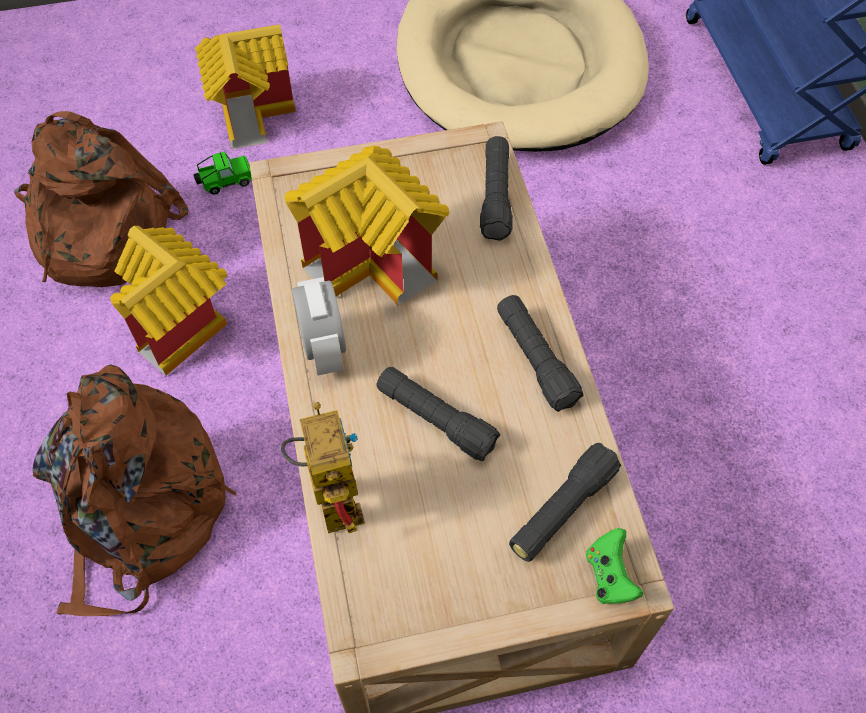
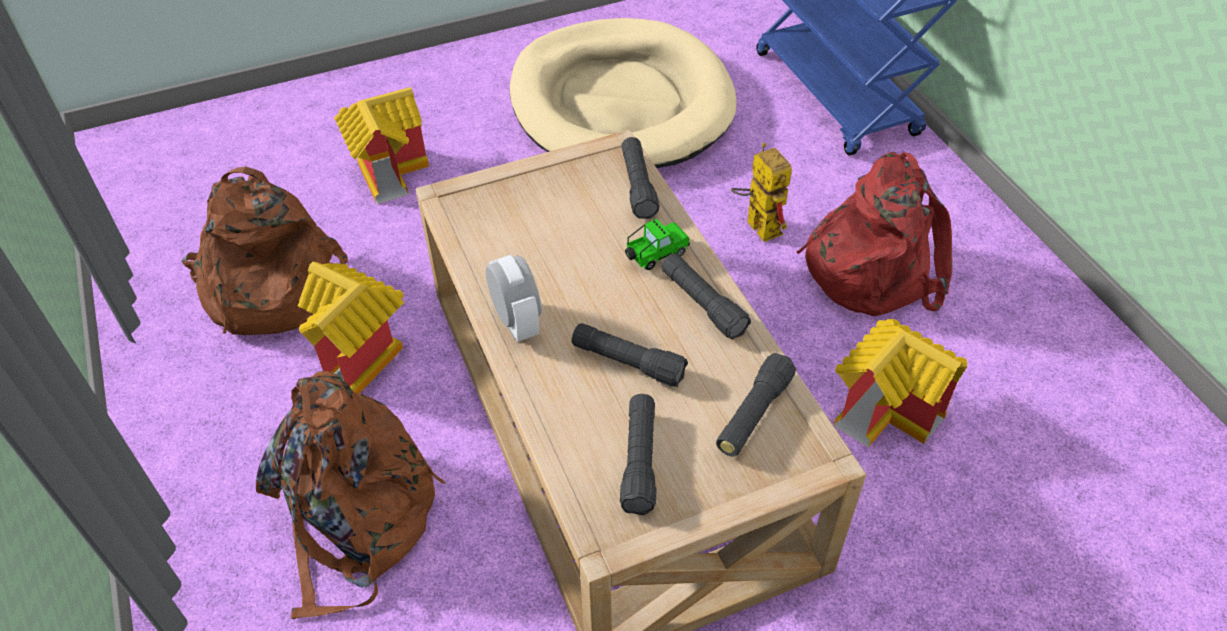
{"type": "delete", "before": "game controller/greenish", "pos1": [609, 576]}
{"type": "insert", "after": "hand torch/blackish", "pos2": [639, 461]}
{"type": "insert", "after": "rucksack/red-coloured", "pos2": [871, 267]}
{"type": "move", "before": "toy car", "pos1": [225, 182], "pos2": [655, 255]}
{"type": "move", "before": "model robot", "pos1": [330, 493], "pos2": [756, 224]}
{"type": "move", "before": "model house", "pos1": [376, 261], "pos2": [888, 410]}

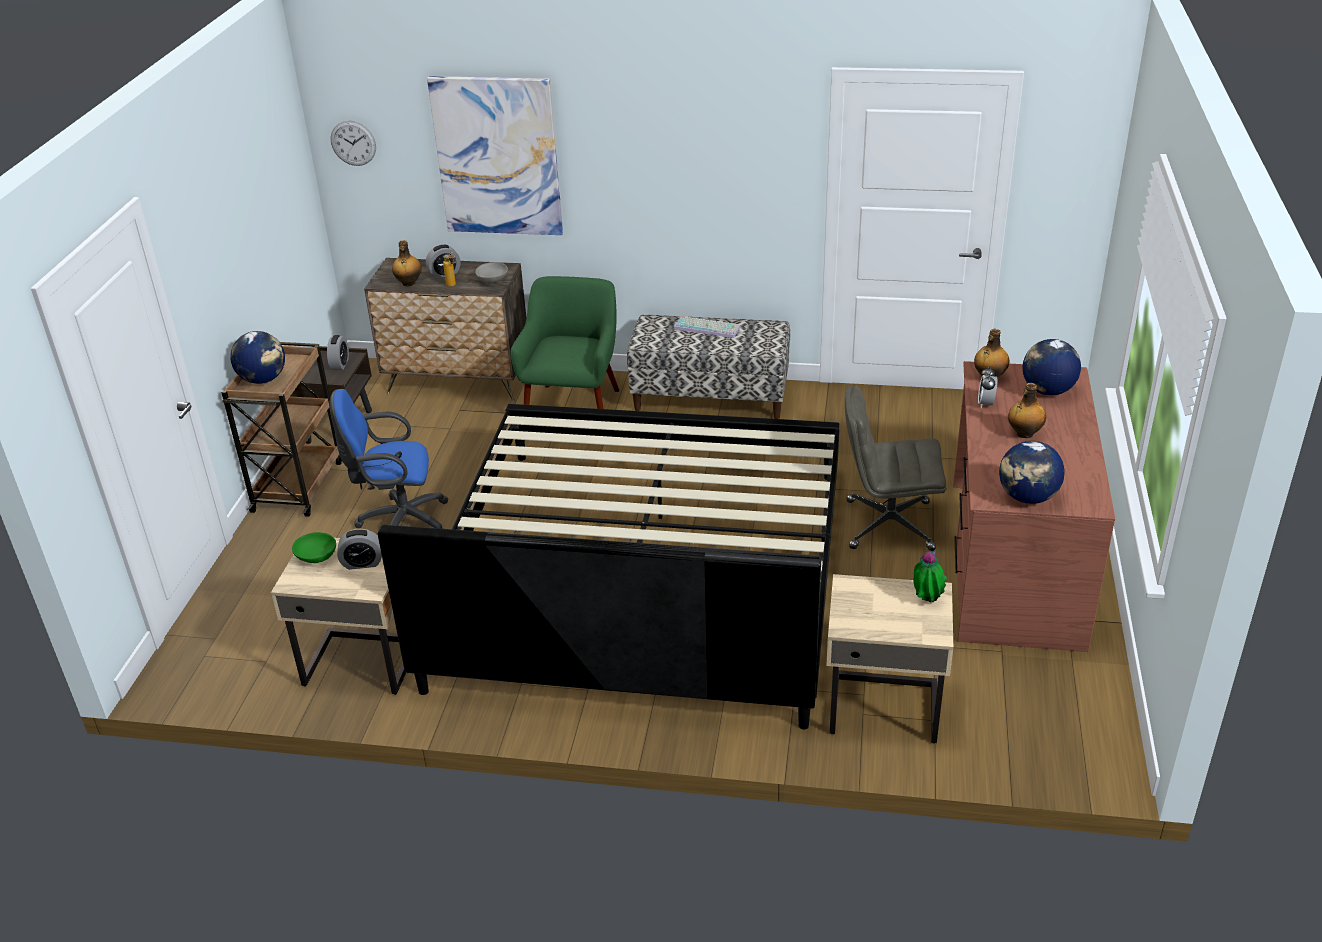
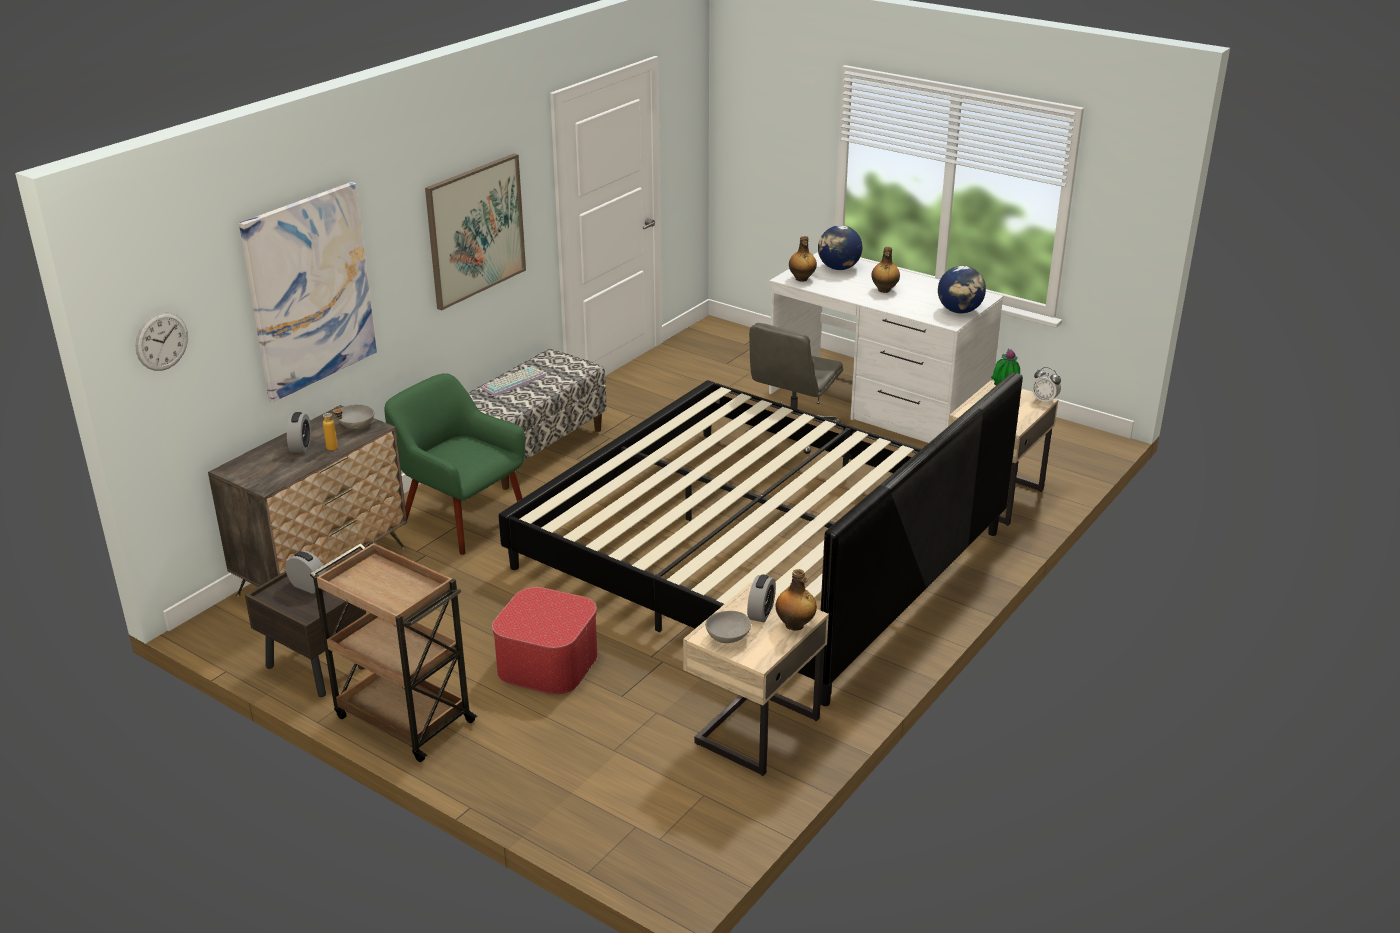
{"type": "delete", "before": "globe", "pos1": [263, 379]}
{"type": "insert", "after": "wall art", "pos2": [475, 230]}
{"type": "move", "before": "bottle", "pos1": [408, 283], "pos2": [795, 625]}
{"type": "move", "before": "table clock", "pos1": [985, 404], "pos2": [1044, 400]}
{"type": "replace", "before": "desk chair/bluish", "after": "ottoman", "pos1": [399, 522], "pos2": [547, 663]}
{"type": "recolor", "before": "deep dish/greenish", "after": "deep dish/greyish", "pos1": [317, 557], "pos2": [727, 637]}
{"type": "recolor", "before": "desk table/brownish", "after": "desk table/white", "pos1": [1013, 562], "pos2": [878, 403]}

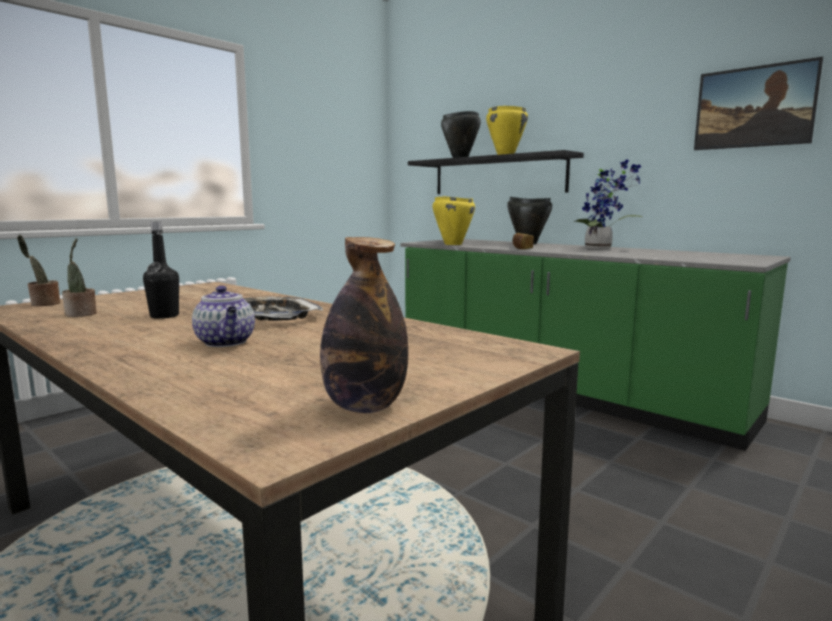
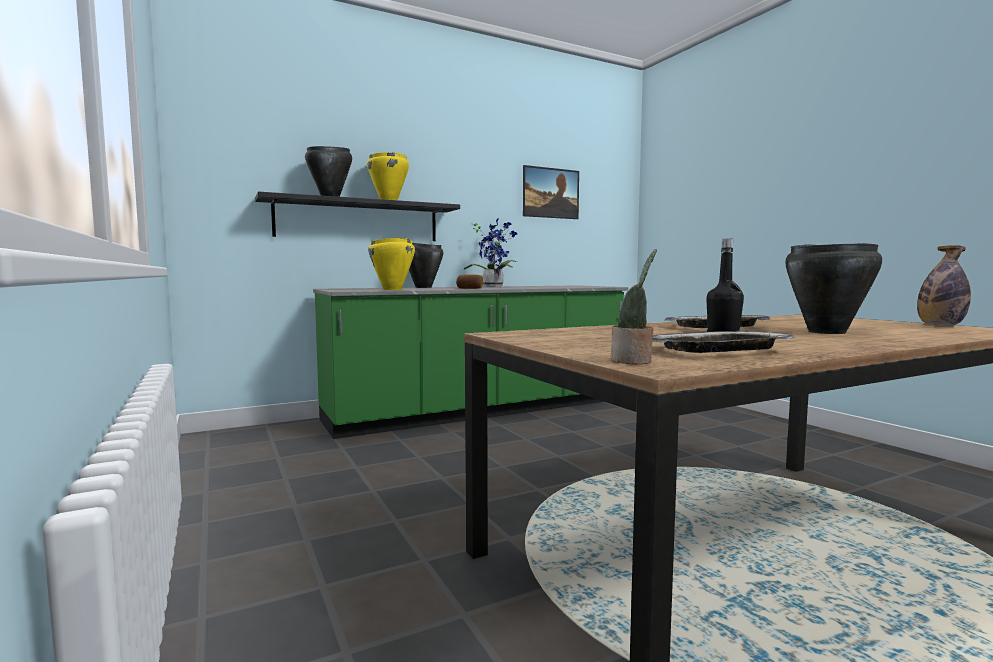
{"type": "replace", "before": "houseplant", "after": "carrying tray", "pos1": [81, 314], "pos2": [718, 350]}
{"type": "replace", "before": "teapot", "after": "stockpot/blackish", "pos1": [226, 342], "pos2": [827, 332]}

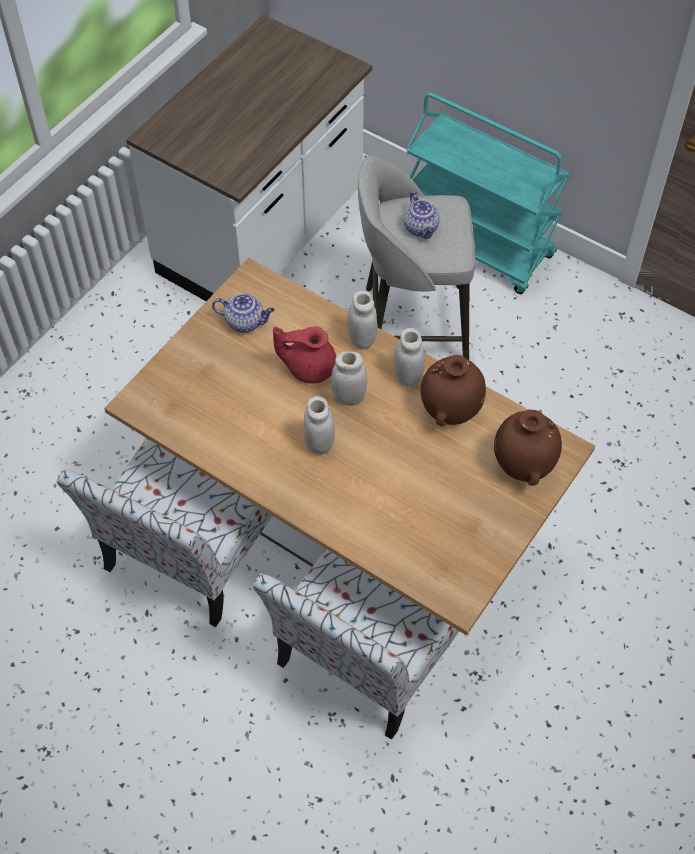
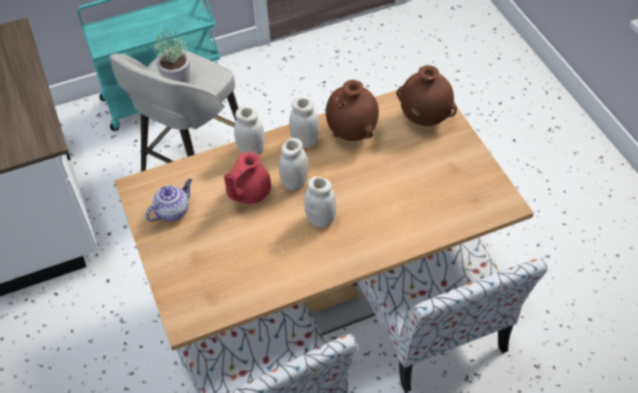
{"type": "replace", "before": "teapot", "after": "houseplant", "pos1": [421, 228], "pos2": [177, 78]}

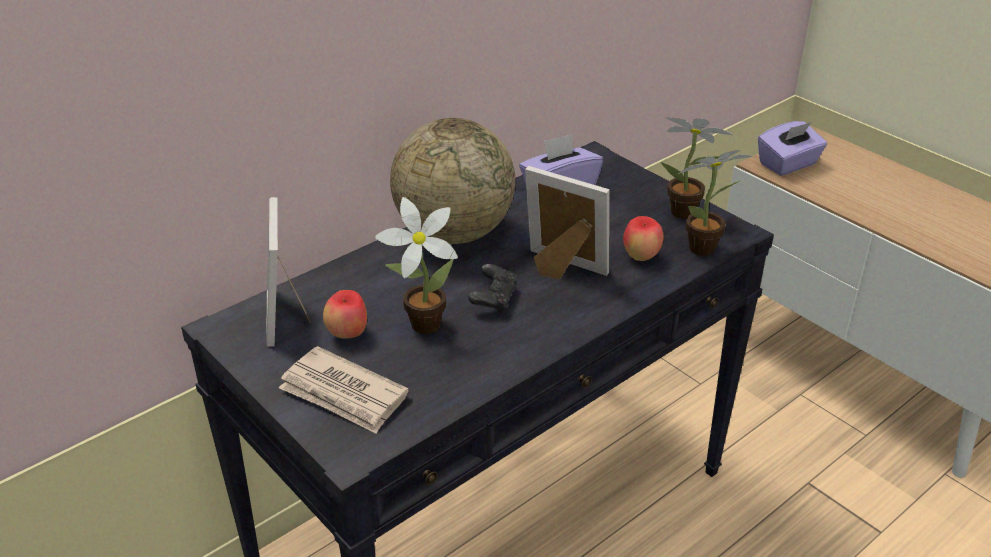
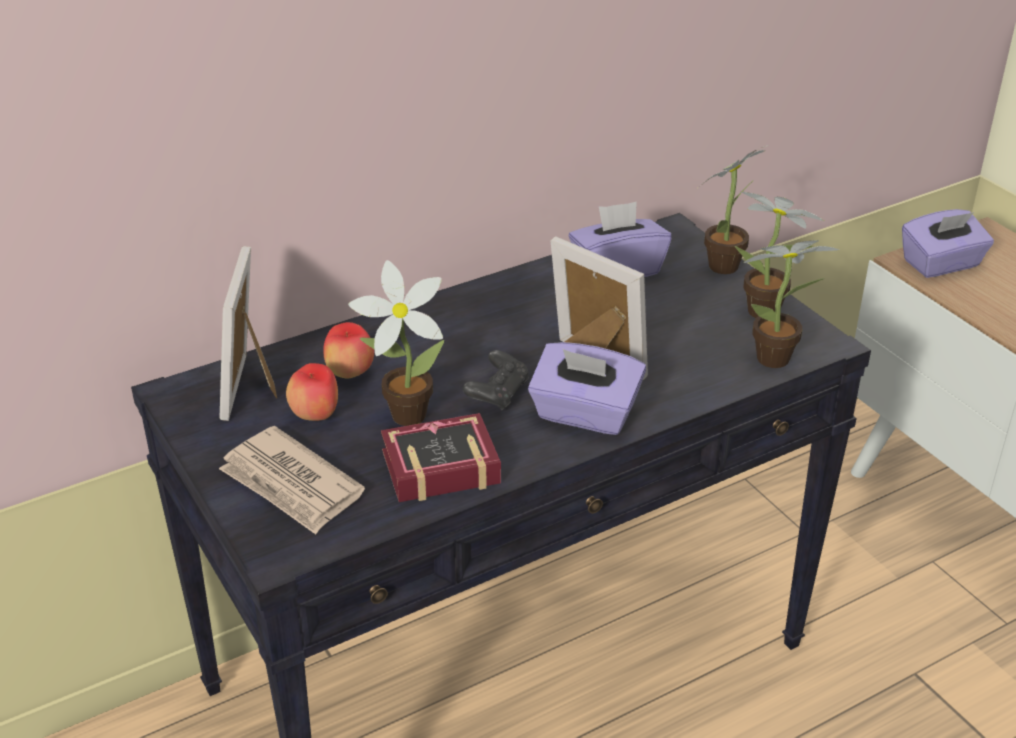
{"type": "delete", "before": "globe", "pos1": [454, 232]}
{"type": "insert", "after": "bound book", "pos2": [435, 466]}
{"type": "insert", "after": "tissue box/purple", "pos2": [585, 414]}
{"type": "insert", "after": "houseplant", "pos2": [728, 265]}
{"type": "move", "before": "whole apple", "pos1": [641, 257], "pos2": [350, 373]}

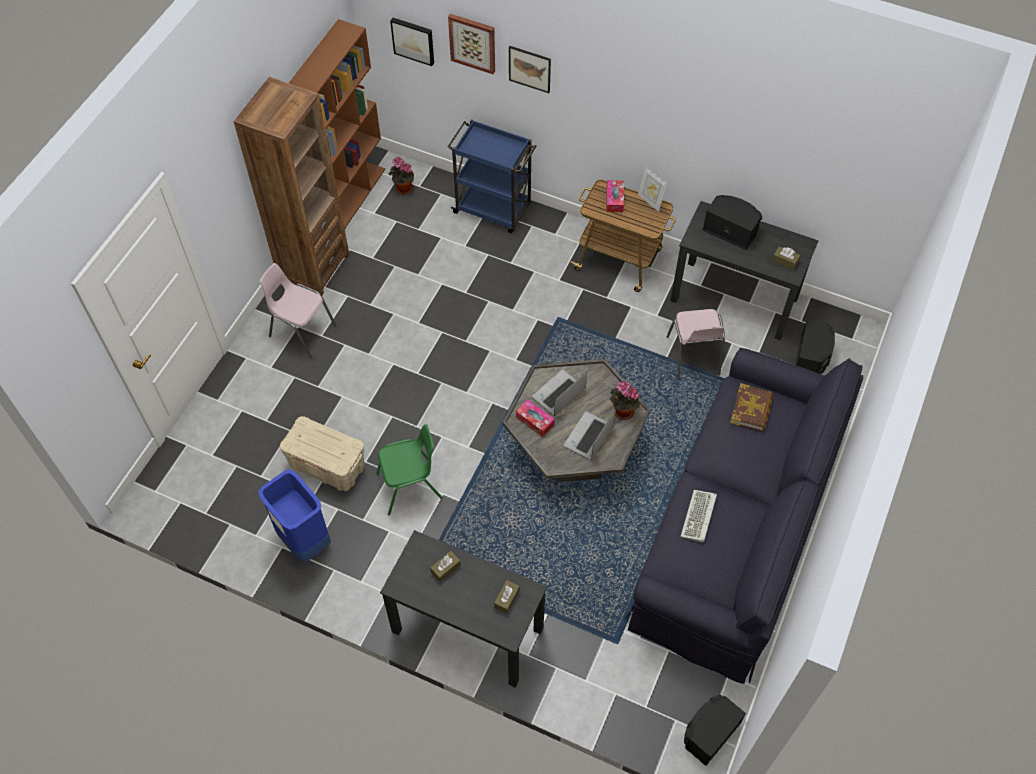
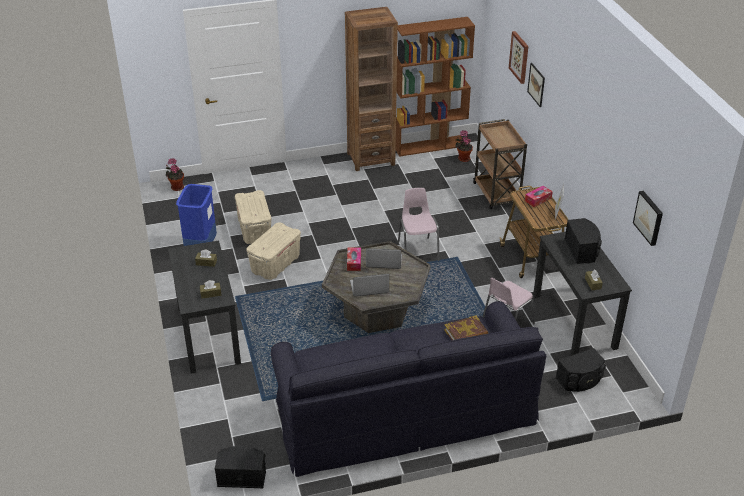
{"type": "delete", "before": "PC keyboard", "pos1": [699, 518]}
{"type": "move", "before": "upright chair/pink-coloured", "pos1": [302, 331], "pos2": [418, 251]}
{"type": "move", "before": "wall art", "pos1": [413, 40], "pos2": [649, 217]}
{"type": "move", "before": "houseplant", "pos1": [622, 412], "pos2": [176, 187]}
{"type": "replace", "before": "upright chair/greenish", "after": "storage box/sand-coloured", "pos1": [410, 487], "pos2": [275, 265]}
{"type": "recolor", "before": "trolley/bluish", "after": "trolley/brownish", "pos1": [493, 209], "pos2": [497, 194]}

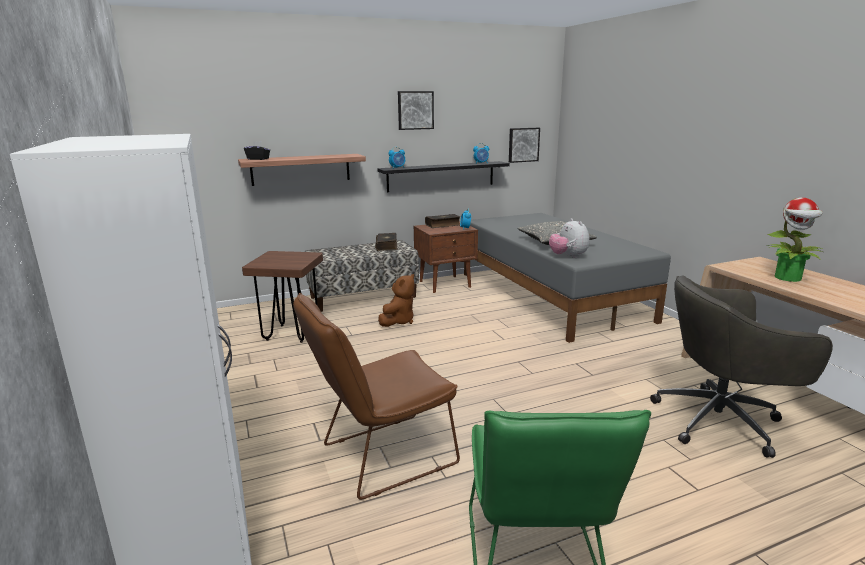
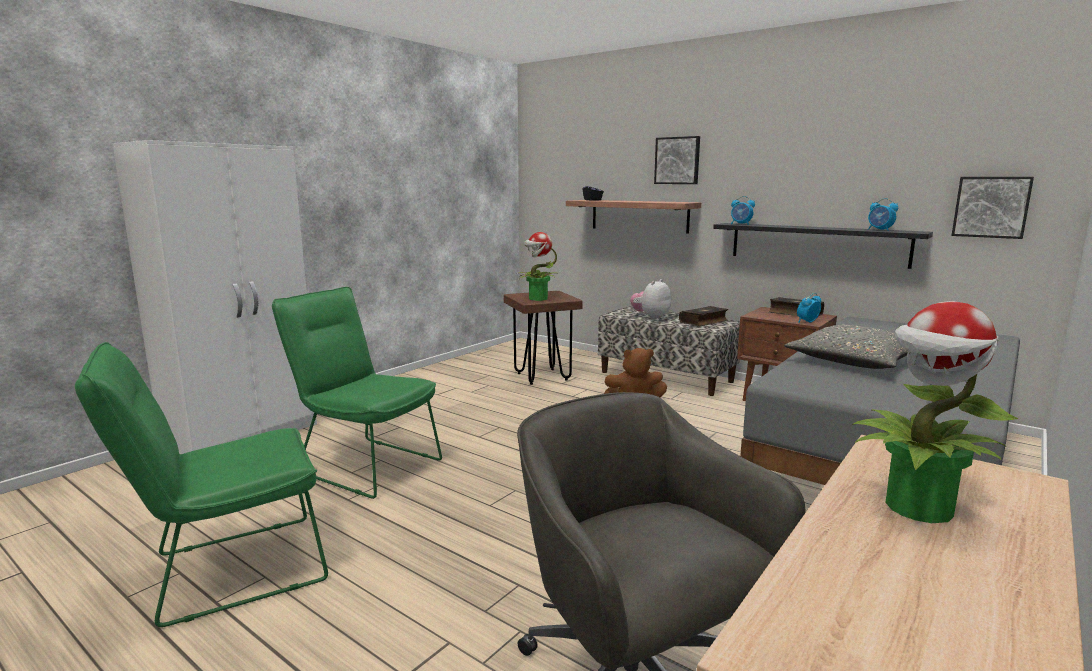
{"type": "insert", "after": "houseplant", "pos2": [537, 299]}
{"type": "move", "before": "wall art", "pos1": [415, 110], "pos2": [677, 160]}
{"type": "move", "before": "plush toy", "pos1": [568, 256], "pos2": [650, 317]}
{"type": "recolor", "before": "upright chair/brownish", "after": "upright chair/greenish", "pos1": [380, 457], "pos2": [364, 464]}

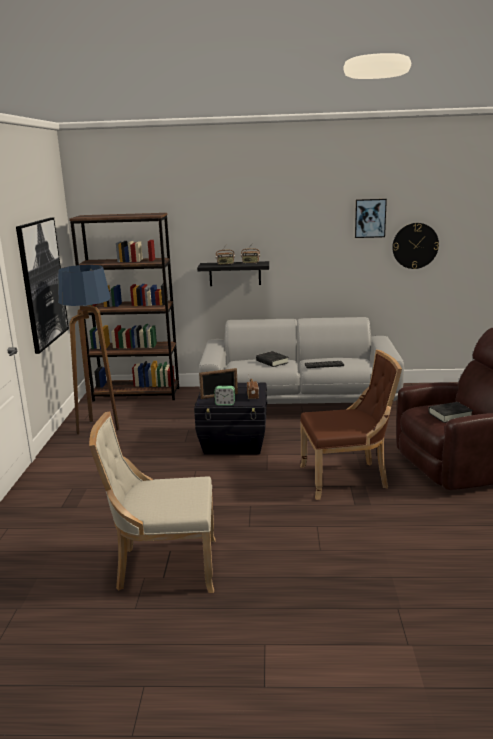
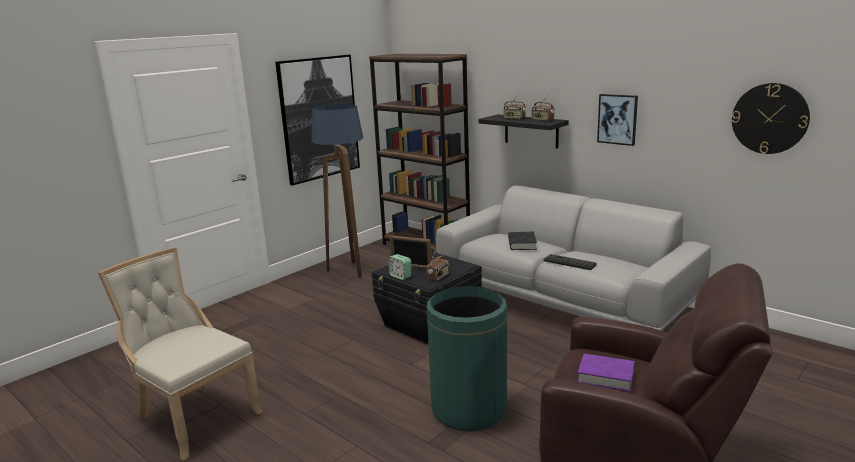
{"type": "move", "before": "wall art", "pos1": [370, 218], "pos2": [617, 119]}
{"type": "replace", "before": "upright chair/brownish", "after": "trash can/greenish", "pos1": [347, 478], "pos2": [469, 409]}
{"type": "recolor", "before": "bound book/blackish", "after": "bound book/purple", "pos1": [450, 415], "pos2": [606, 376]}

